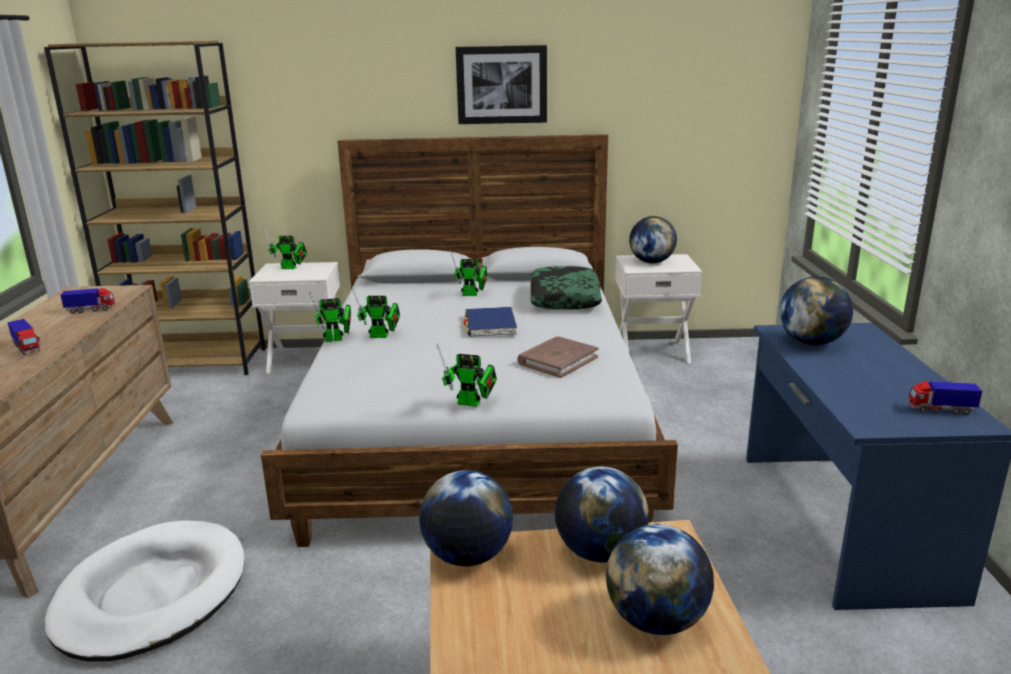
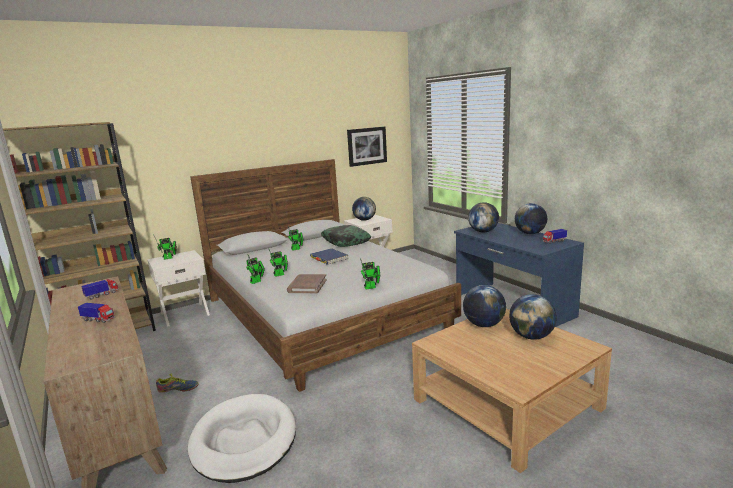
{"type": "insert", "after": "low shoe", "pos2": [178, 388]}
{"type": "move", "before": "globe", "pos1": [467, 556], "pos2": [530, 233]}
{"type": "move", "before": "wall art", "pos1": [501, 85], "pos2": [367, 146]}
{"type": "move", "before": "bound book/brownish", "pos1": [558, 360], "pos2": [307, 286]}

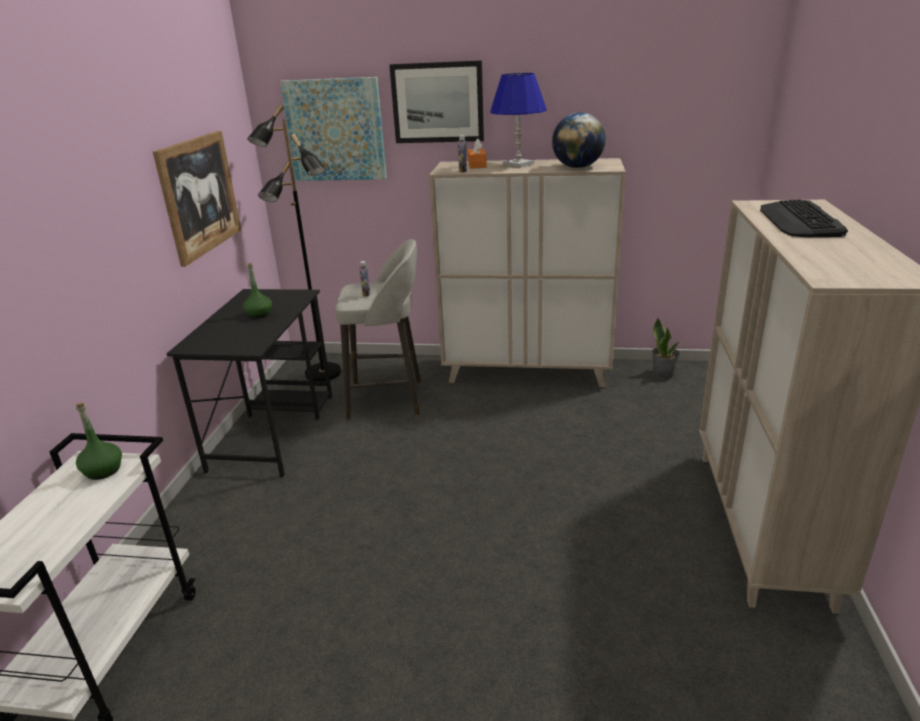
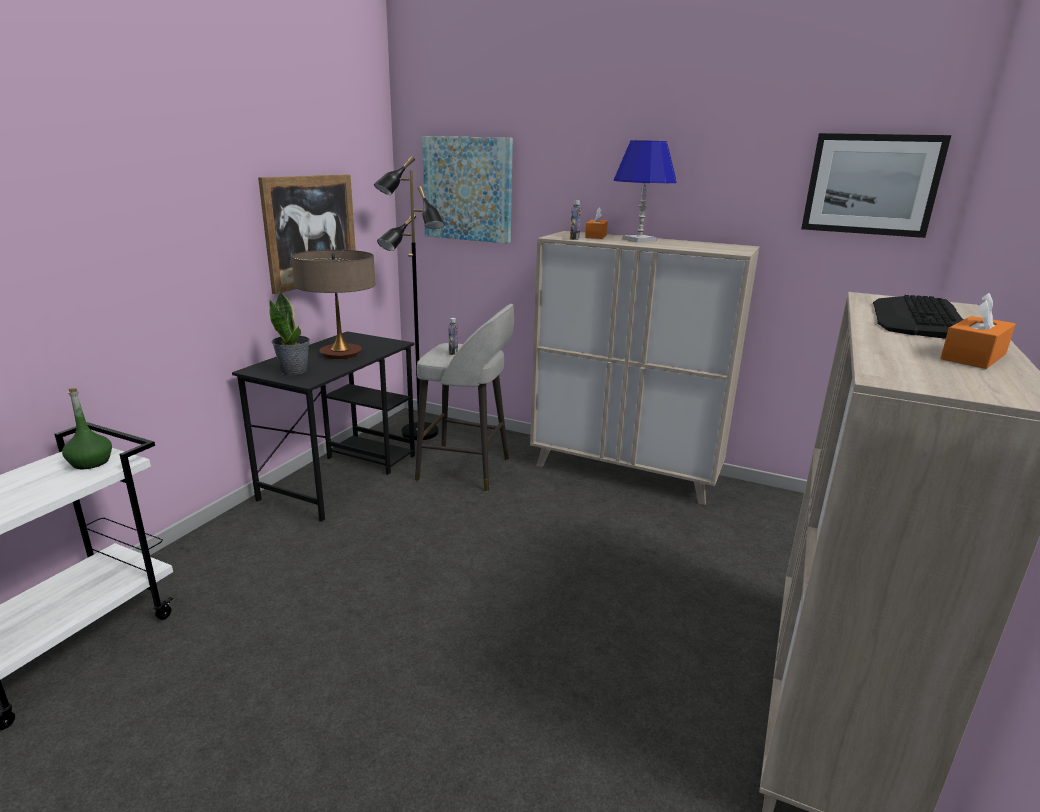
{"type": "delete", "before": "globe", "pos1": [577, 167]}
{"type": "insert", "after": "tissue box/orange-coloured", "pos2": [973, 356]}
{"type": "move", "before": "wall art", "pos1": [438, 102], "pos2": [871, 184]}
{"type": "move", "before": "houseplant", "pos1": [663, 374], "pos2": [294, 371]}
{"type": "replace", "before": "bottle/greenish", "after": "table lamp", "pos1": [259, 314], "pos2": [341, 354]}

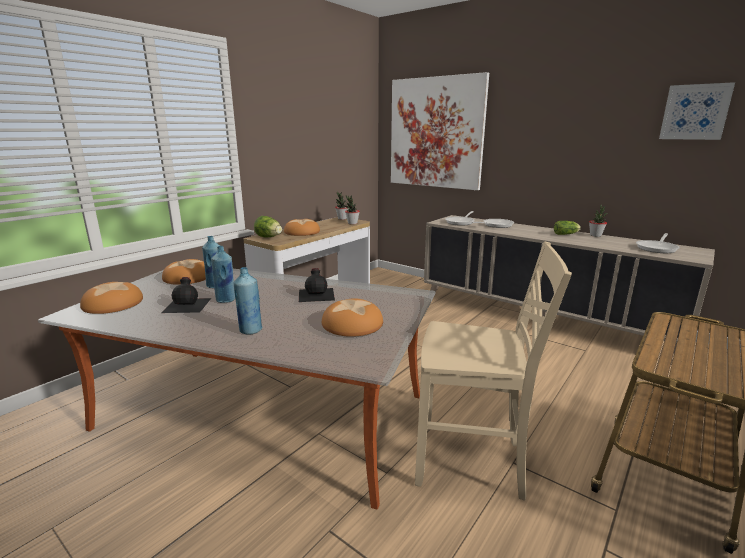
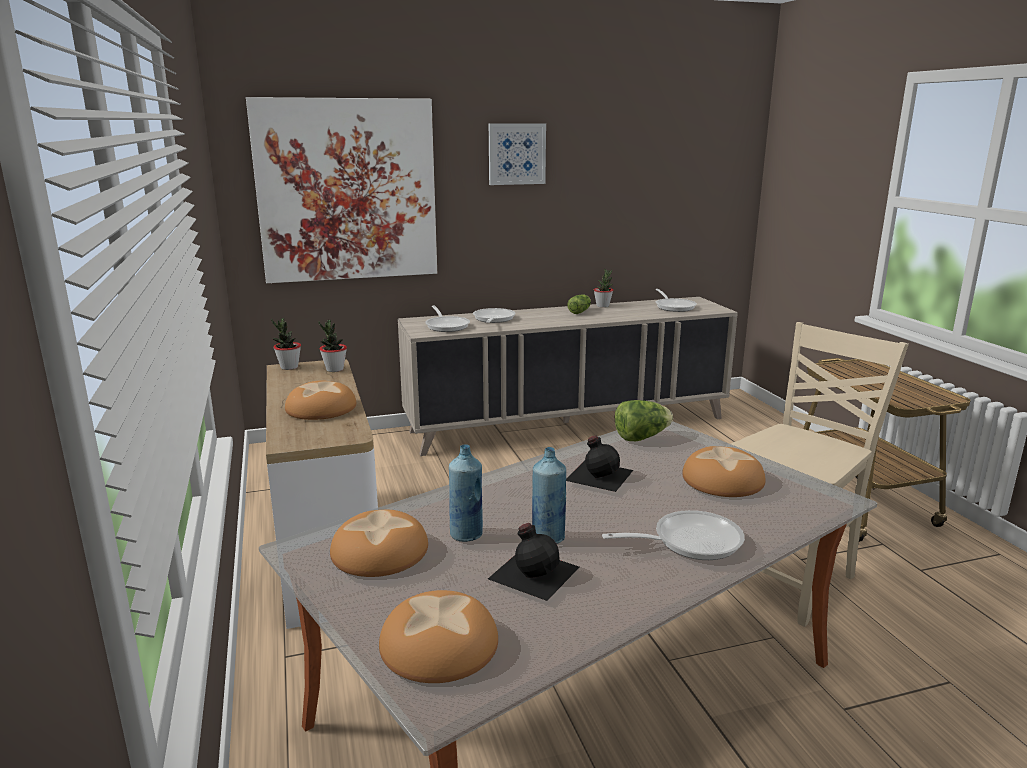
{"type": "move", "before": "lettuce", "pos1": [269, 237], "pos2": [641, 437]}
{"type": "move", "before": "wall art", "pos1": [695, 112], "pos2": [516, 154]}
{"type": "replace", "before": "bottle/bluish", "after": "frying pan", "pos1": [250, 330], "pos2": [689, 541]}

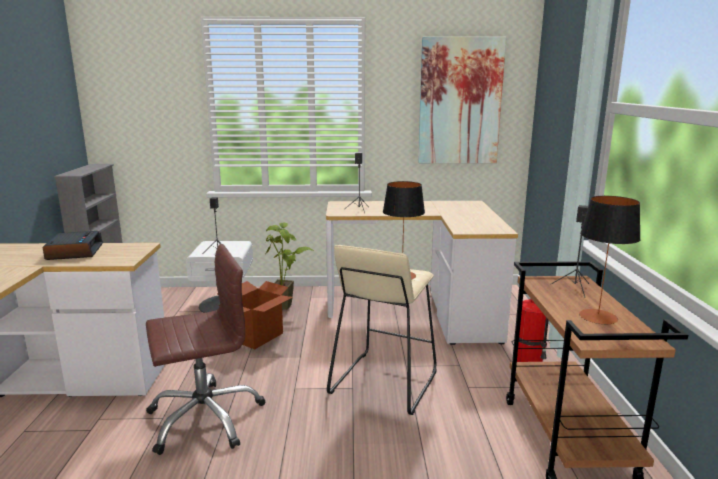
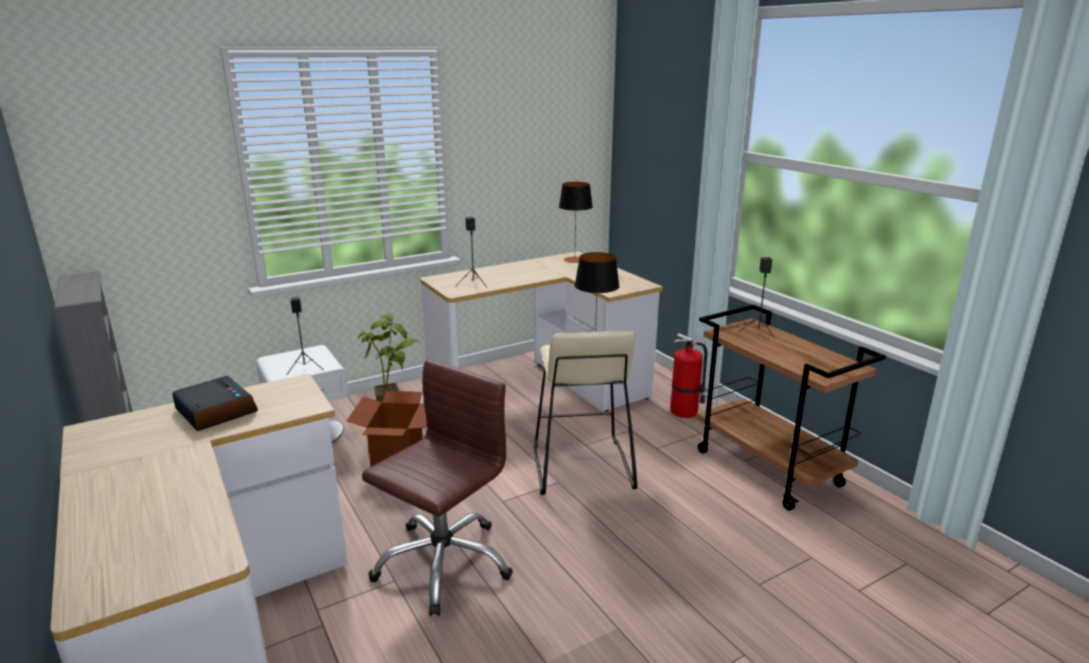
{"type": "delete", "before": "wall art", "pos1": [460, 101]}
{"type": "move", "before": "table lamp", "pos1": [598, 317], "pos2": [574, 260]}

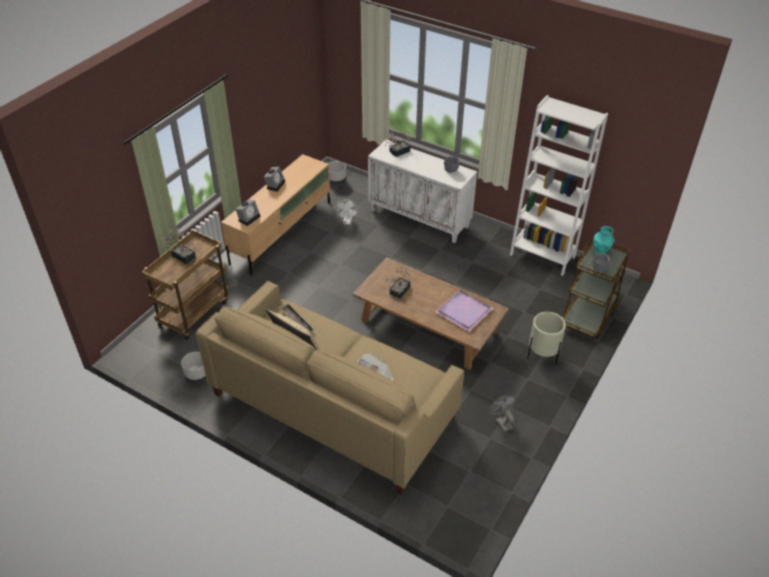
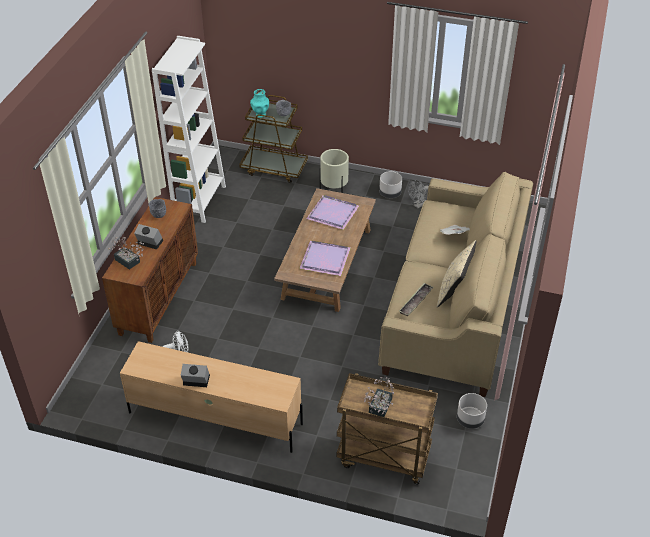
{"type": "move", "before": "table clock", "pos1": [249, 217], "pos2": [149, 243]}
{"type": "move", "before": "planter/greyish", "pos1": [336, 181], "pos2": [390, 193]}
{"type": "replace", "before": "houseplant", "after": "carrying tray/purple", "pos1": [398, 292], "pos2": [324, 260]}
{"type": "recolor", "before": "cabinet/white", "after": "cabinet/brownish", "pos1": [420, 218], "pos2": [158, 297]}

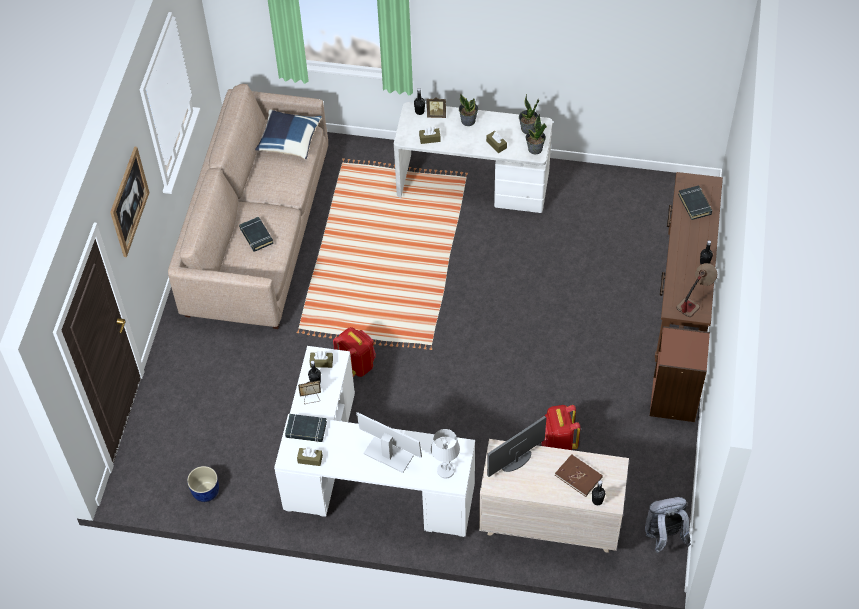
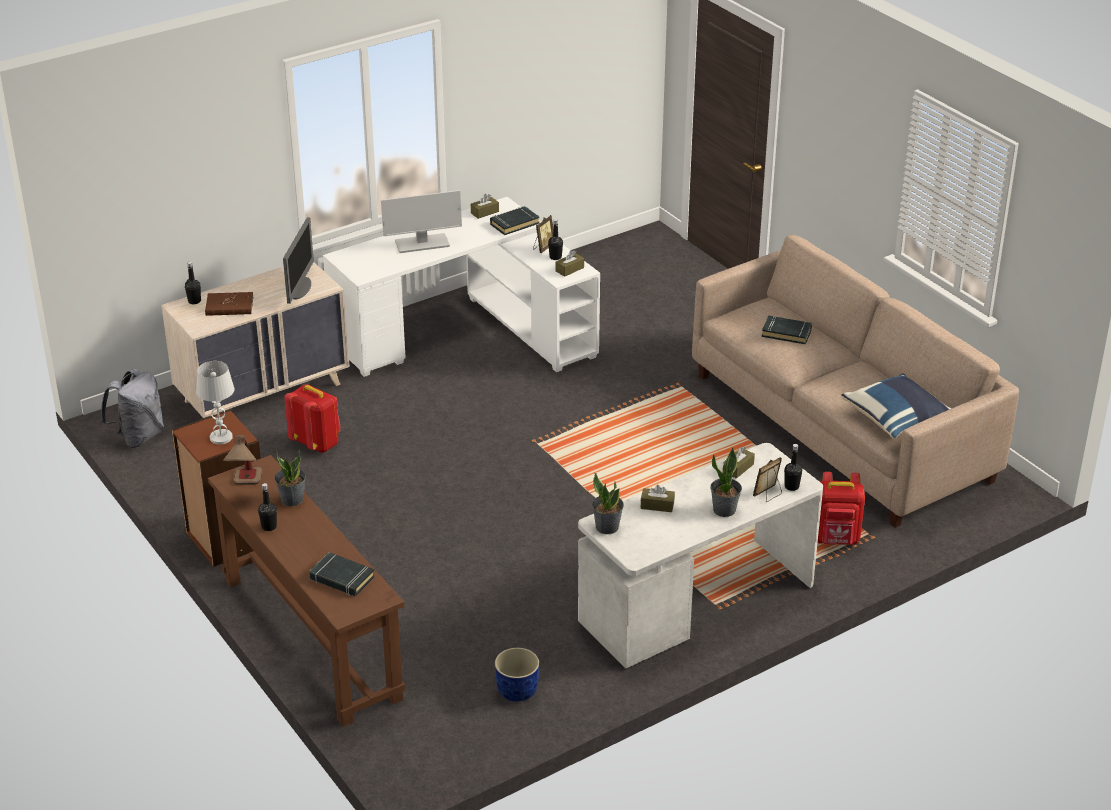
{"type": "delete", "before": "wall art", "pos1": [129, 201]}
{"type": "move", "before": "planter/bluish", "pos1": [206, 491], "pos2": [517, 691]}
{"type": "move", "before": "rucksack/red-coloured", "pos1": [357, 364], "pos2": [836, 539]}
{"type": "move", "before": "table lamp/white", "pos1": [446, 470], "pos2": [221, 438]}
{"type": "move", "before": "houseplant", "pos1": [528, 129], "pos2": [292, 499]}

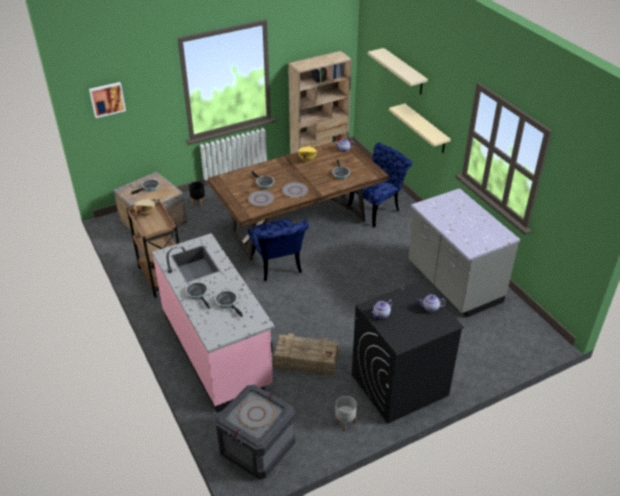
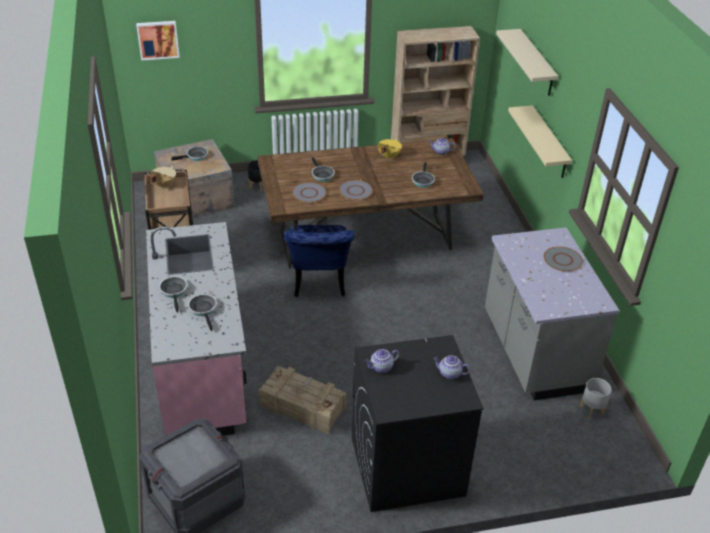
{"type": "delete", "before": "upright chair/bluish", "pos1": [377, 208]}
{"type": "move", "before": "plate/greyish", "pos1": [256, 414], "pos2": [562, 260]}
{"type": "move", "before": "planter/greyish", "pos1": [345, 421], "pos2": [592, 409]}

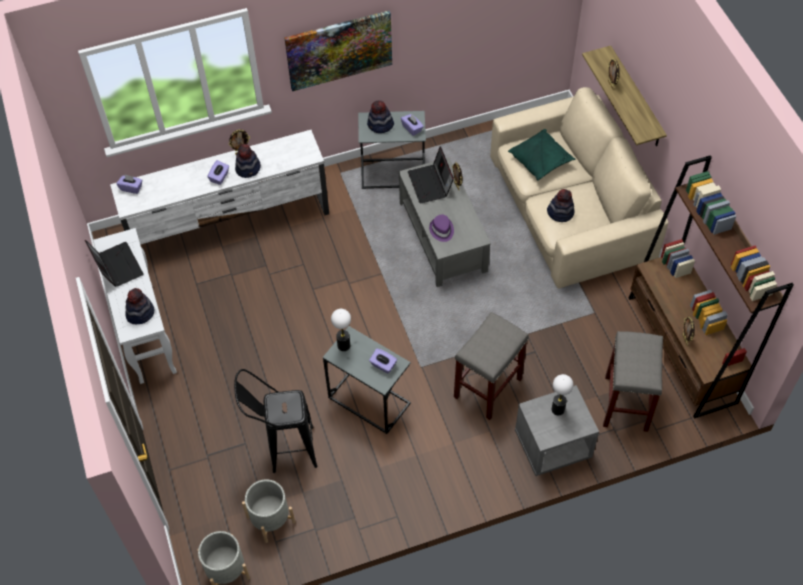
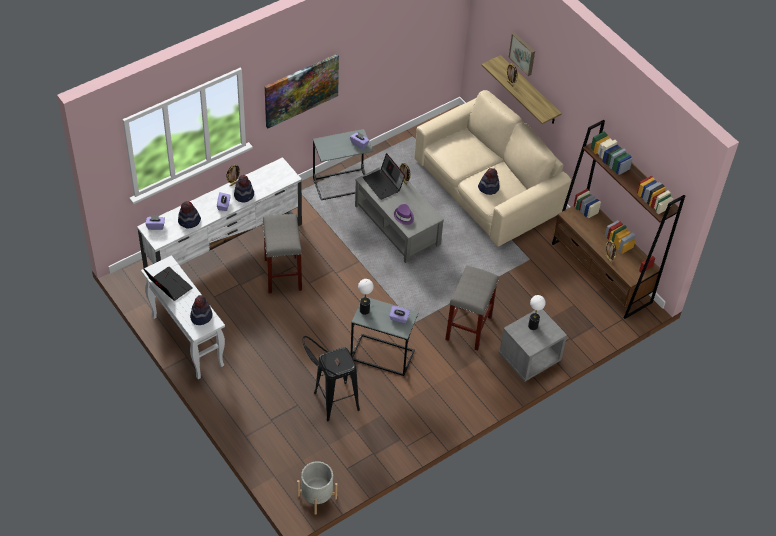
{"type": "delete", "before": "planter/greyish", "pos1": [270, 519]}
{"type": "delete", "before": "pillow/greenish", "pos1": [540, 160]}
{"type": "insert", "after": "wall art", "pos2": [523, 53]}
{"type": "move", "before": "hat", "pos1": [380, 125], "pos2": [189, 221]}
{"type": "move", "before": "sitting stool/greyish", "pos1": [625, 402], "pos2": [282, 274]}

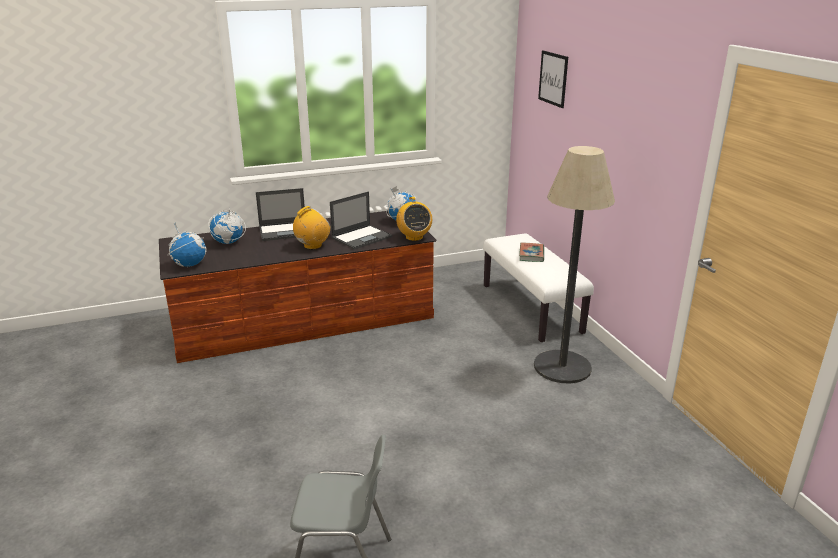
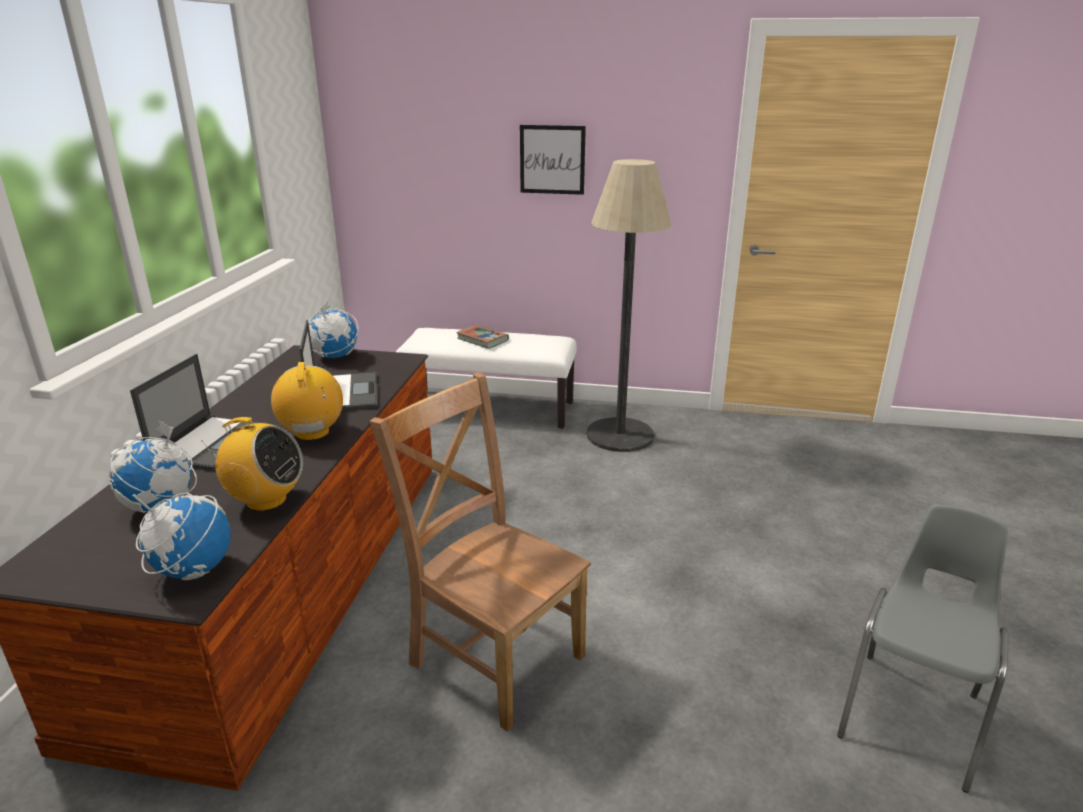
{"type": "insert", "after": "upright chair/brownish", "pos2": [492, 655]}
{"type": "move", "before": "radio", "pos1": [414, 237], "pos2": [265, 501]}
{"type": "move", "before": "wall art", "pos1": [553, 78], "pos2": [552, 159]}

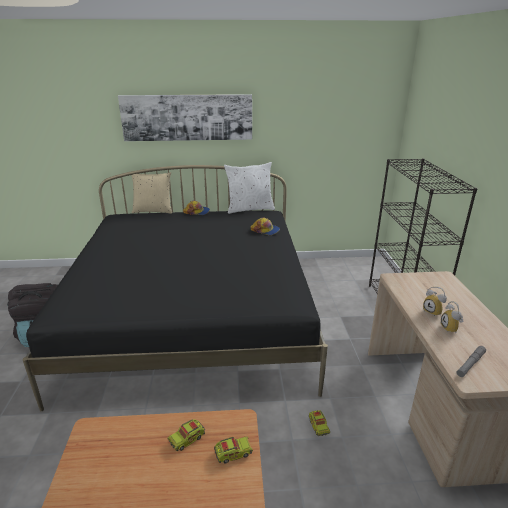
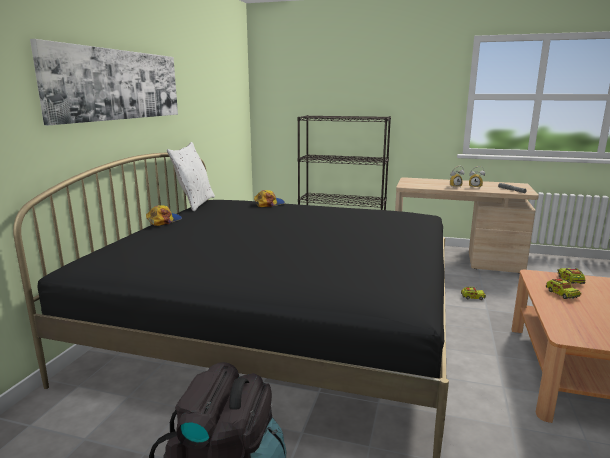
{"type": "delete", "before": "pillow/sand-coloured", "pos1": [153, 211]}

